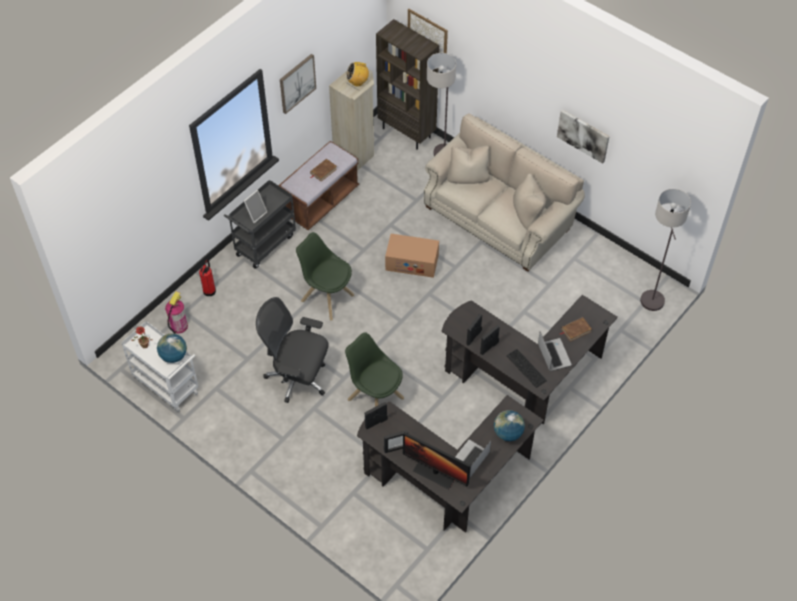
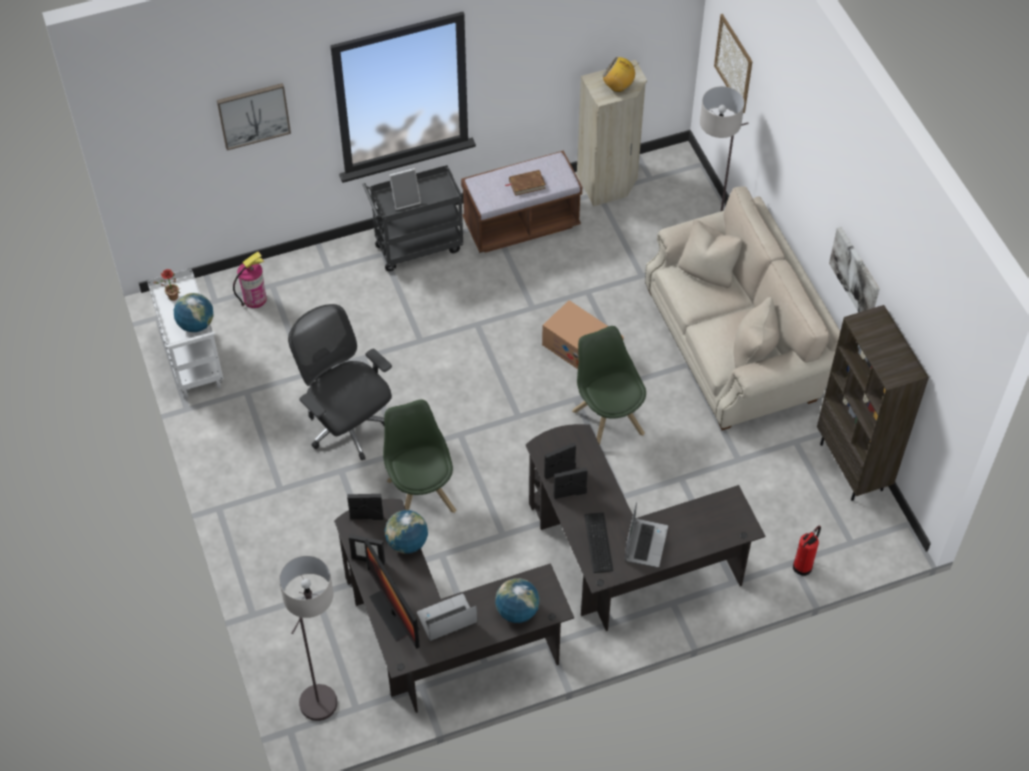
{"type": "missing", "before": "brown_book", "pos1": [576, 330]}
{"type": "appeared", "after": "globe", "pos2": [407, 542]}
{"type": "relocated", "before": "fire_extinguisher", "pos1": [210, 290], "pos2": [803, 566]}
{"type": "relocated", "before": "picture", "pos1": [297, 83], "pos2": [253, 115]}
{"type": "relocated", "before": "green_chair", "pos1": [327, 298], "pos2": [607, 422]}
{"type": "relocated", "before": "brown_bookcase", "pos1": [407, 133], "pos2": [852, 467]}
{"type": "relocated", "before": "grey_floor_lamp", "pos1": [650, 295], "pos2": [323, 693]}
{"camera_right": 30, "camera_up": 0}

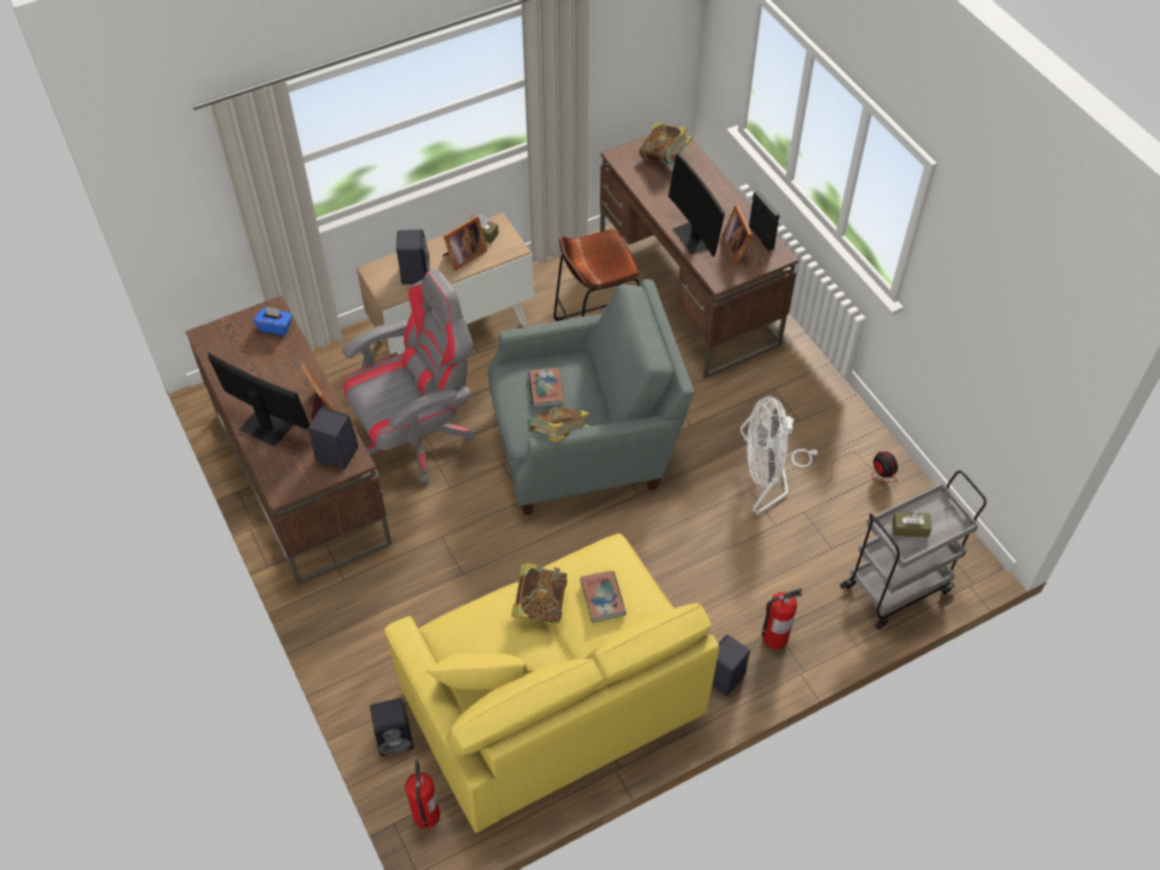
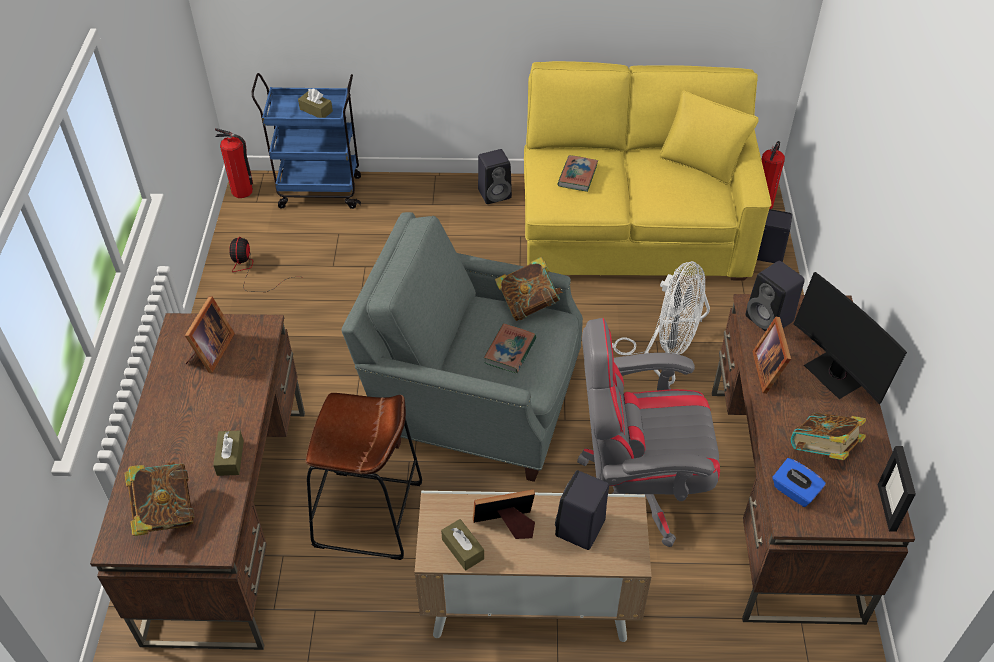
{"type": "missing", "before": "monitor", "pos1": [695, 237]}
{"type": "appeared", "after": "brown_tissue_box", "pos2": [230, 458]}
{"type": "relocated", "before": "book", "pos1": [540, 604], "pos2": [822, 451]}
{"type": "relocated", "before": "white_fan", "pos1": [769, 472], "pos2": [664, 348]}
{"type": "relocated", "before": "picture_frame", "pos1": [760, 237], "pos2": [888, 507]}
{"type": "relocated", "before": "fire_extinguisher", "pos1": [774, 638], "pos2": [242, 191]}
{"type": "colour", "before": "grey_cart", "after": "blue_cart", "pos1": [895, 589], "pos2": [321, 192]}
{"camera_right": -150, "camera_up": -5}

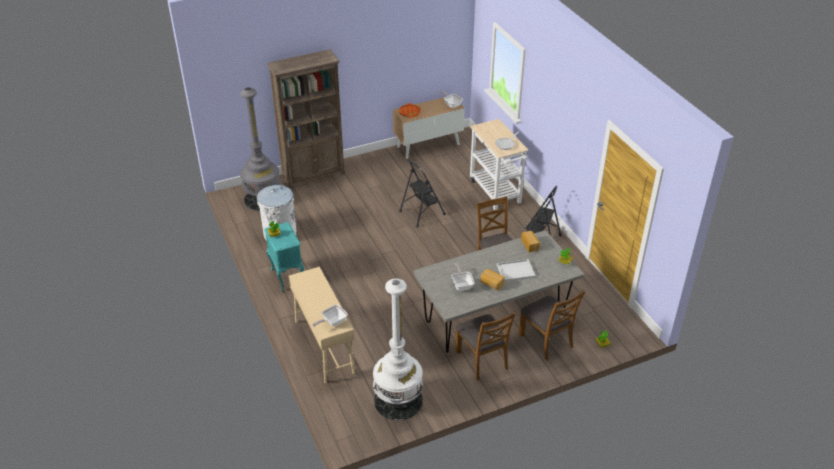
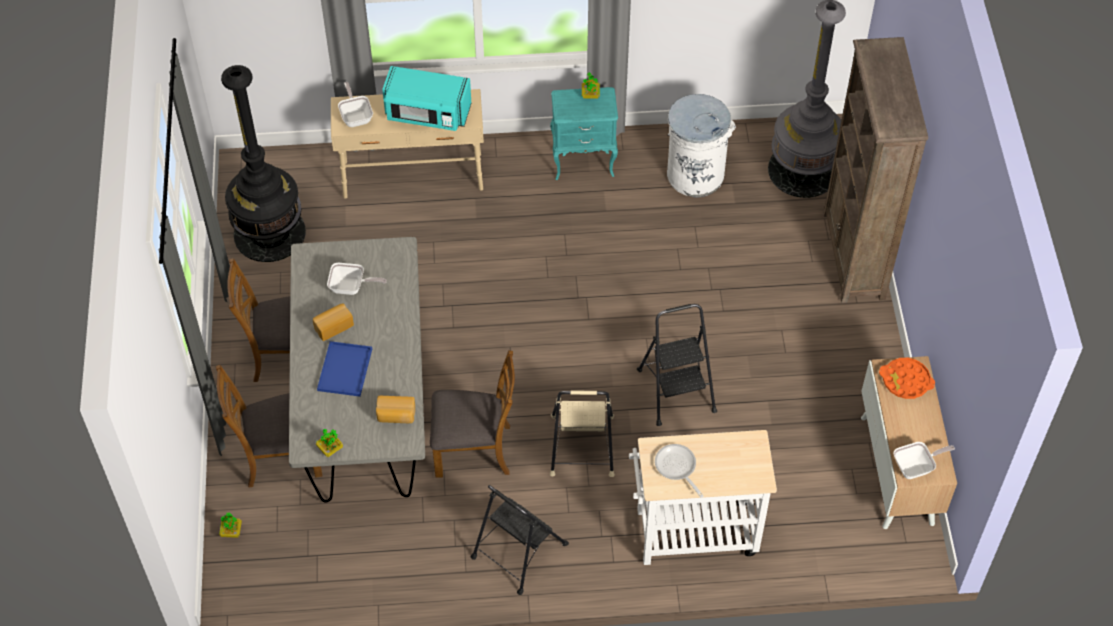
{"type": "appeared", "after": "turquoise_microwave", "pos2": [427, 114]}
{"type": "appeared", "after": "beige_step_ladder", "pos2": [581, 447]}
{"type": "colour", "before": "white_floor_lamp", "after": "black_floor_lamp", "pos1": [398, 400], "pos2": [269, 233]}
{"type": "colour", "before": "white_tray", "after": "blue_tray", "pos1": [515, 271], "pos2": [344, 368]}
{"camera_right": 110, "camera_up": 15}

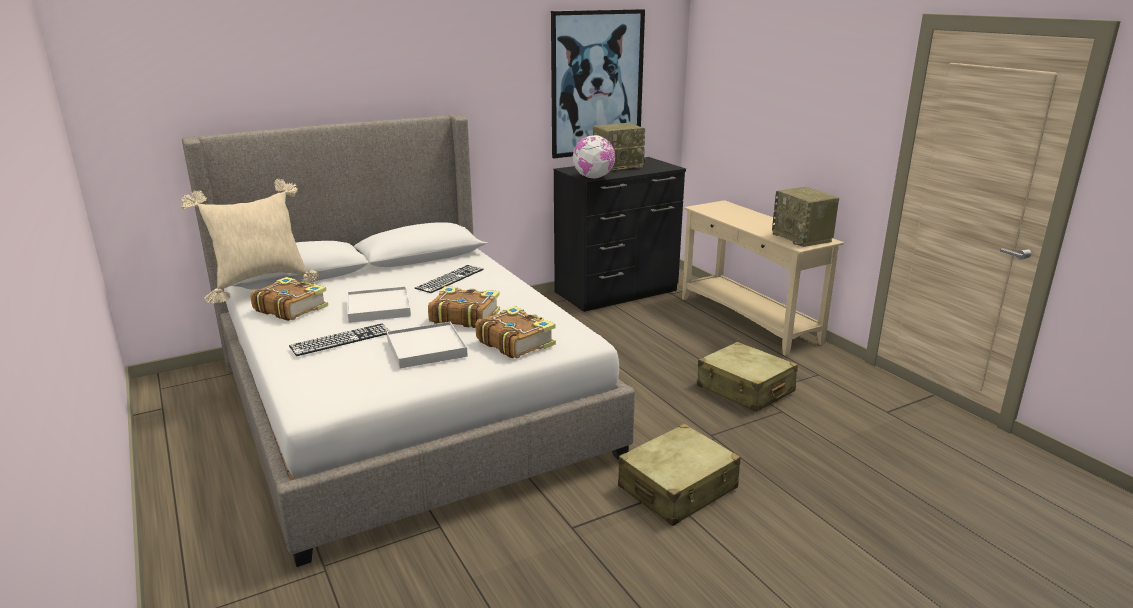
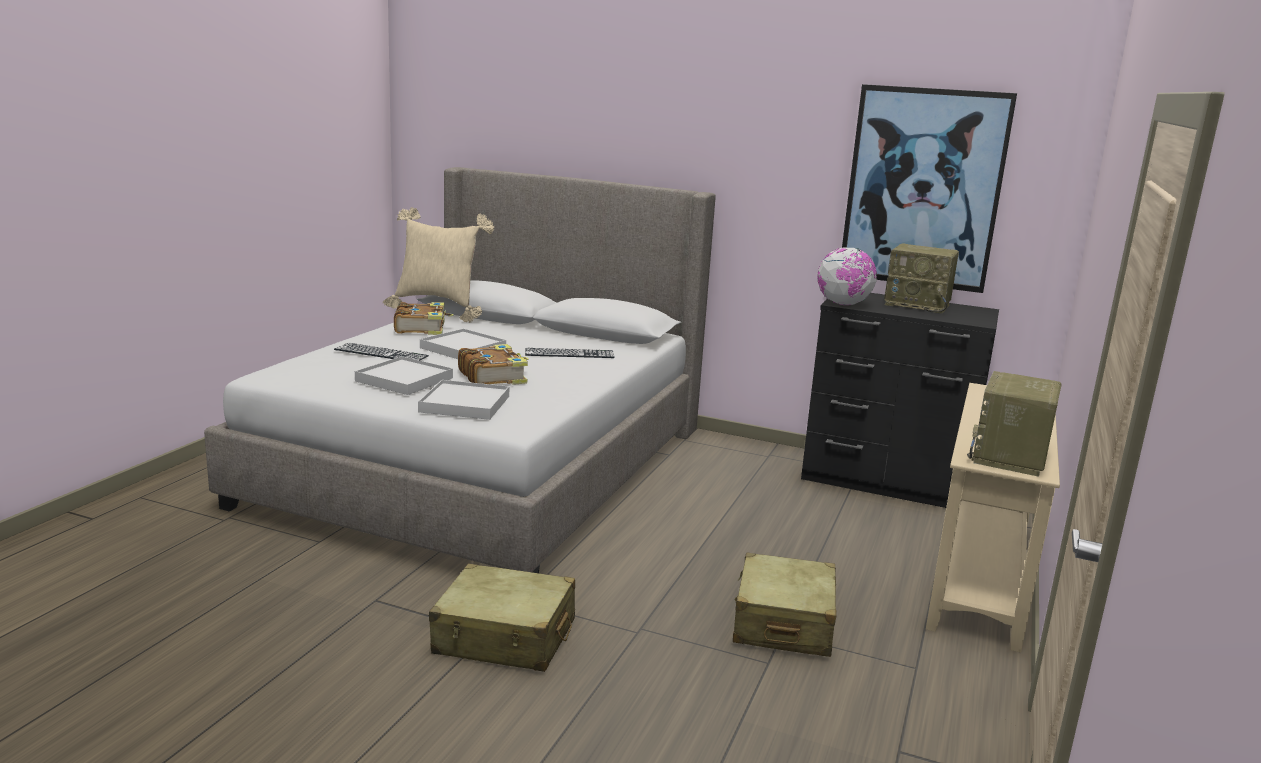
{"type": "exchanged", "before": "book", "after": "white_tray", "pos1": [515, 342], "pos2": [464, 404]}
{"camera_right": 50, "camera_up": -5}

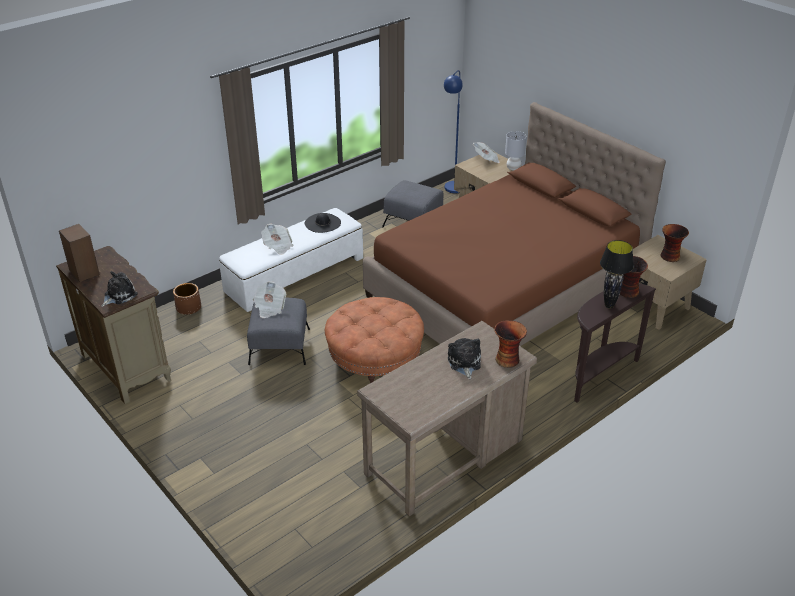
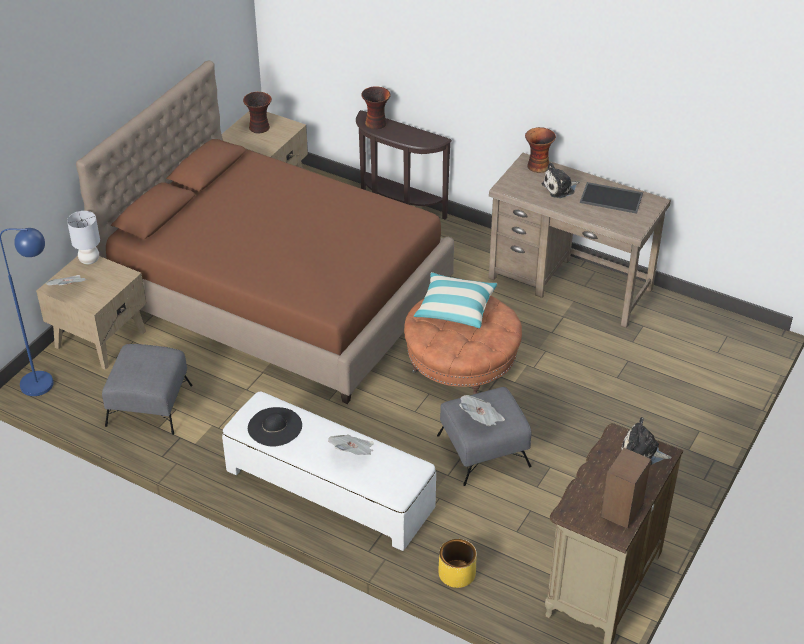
{"type": "missing", "before": "black_table_lamp", "pos1": [609, 306]}
{"type": "appeared", "after": "pillow", "pos2": [455, 308]}
{"type": "appeared", "after": "tray", "pos2": [612, 198]}
{"type": "colour", "before": "brown_planter", "after": "yellow_planter", "pos1": [188, 307], "pos2": [456, 574]}
{"camera_right": -110, "camera_up": 5}

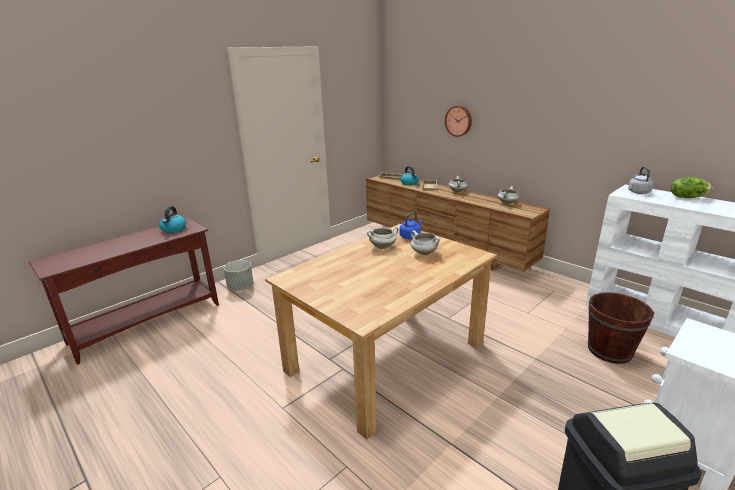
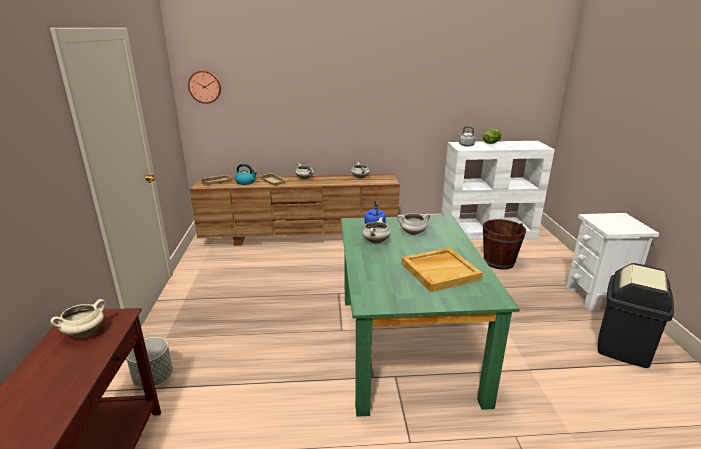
{"type": "appeared", "after": "beige_tray", "pos2": [440, 271]}
{"type": "relocated", "before": "wall_clock", "pos1": [459, 121], "pos2": [205, 86]}
{"type": "exchanged", "before": "kettle", "after": "beige_cooking_pot", "pos1": [174, 229], "pos2": [85, 332]}
{"type": "colour", "before": "brown_dining_table", "after": "green_dining_table", "pos1": [386, 358], "pos2": [408, 346]}
{"camera_right": -50, "camera_up": 0}

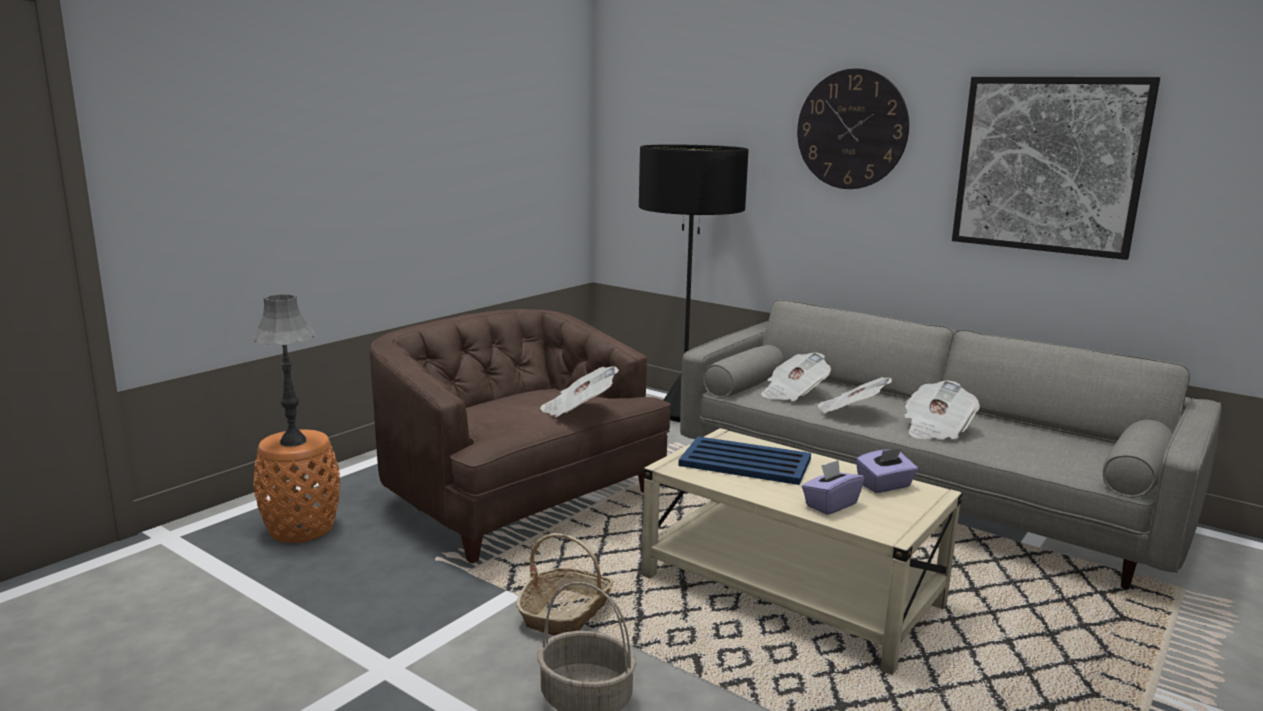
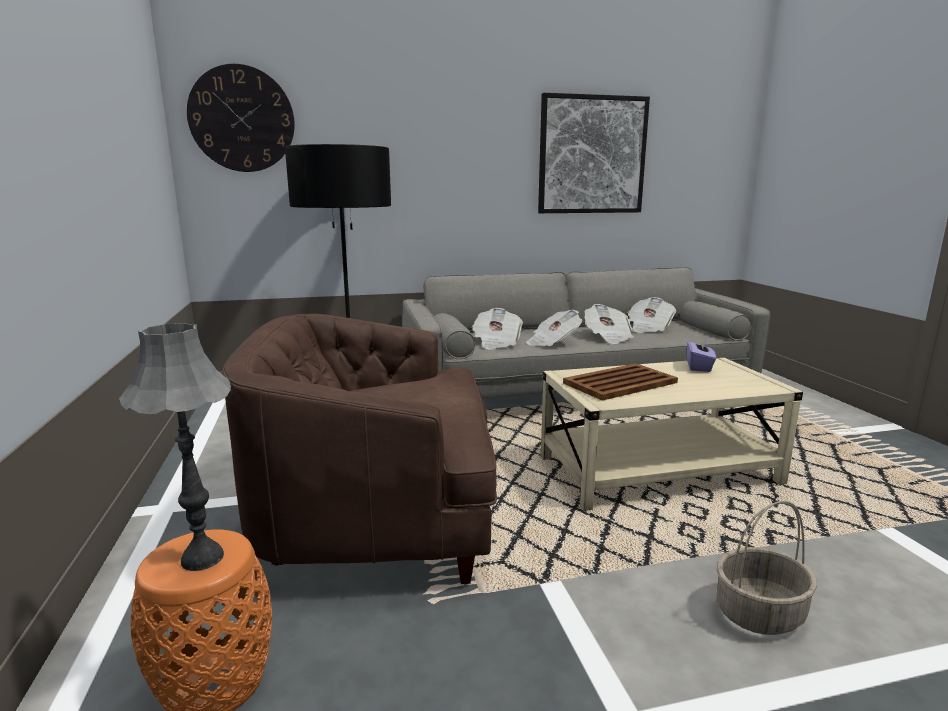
{"type": "missing", "before": "basket", "pos1": [566, 613]}
{"type": "missing", "before": "purple_tissue_box", "pos1": [830, 505]}
{"type": "relocated", "before": "newspaper", "pos1": [578, 411], "pos2": [648, 328]}
{"type": "relocated", "before": "wall_clock", "pos1": [851, 129], "pos2": [242, 119]}
{"type": "colour", "before": "blue_tray", "after": "brown_tray", "pos1": [746, 462], "pos2": [621, 383]}
{"camera_right": -50, "camera_up": 0}

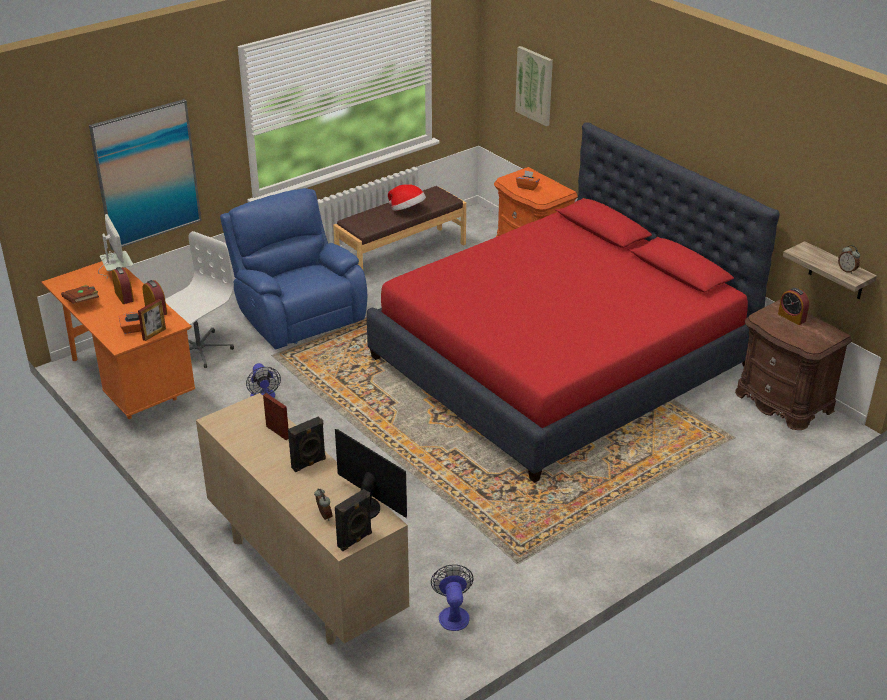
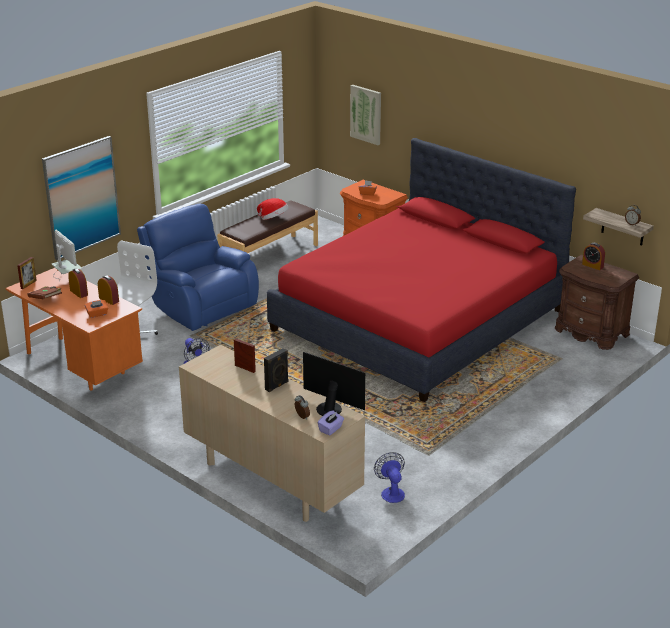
{"type": "relocated", "before": "picture_frame", "pos1": [154, 334], "pos2": [28, 284]}
{"type": "exchanged", "before": "black_speaker", "after": "purple_tissue_box", "pos1": [355, 540], "pos2": [331, 429]}
{"camera_right": -10, "camera_up": -5}

